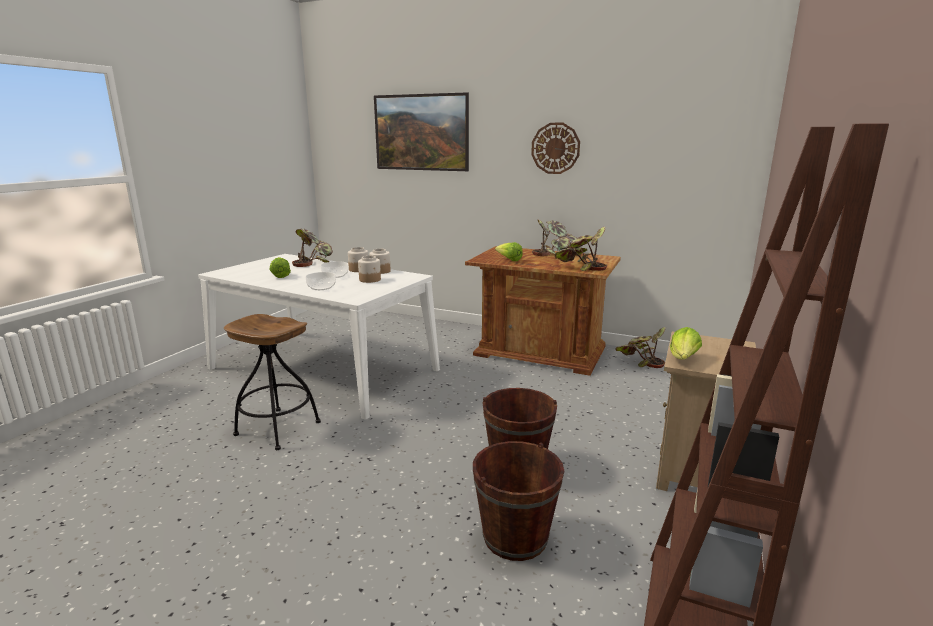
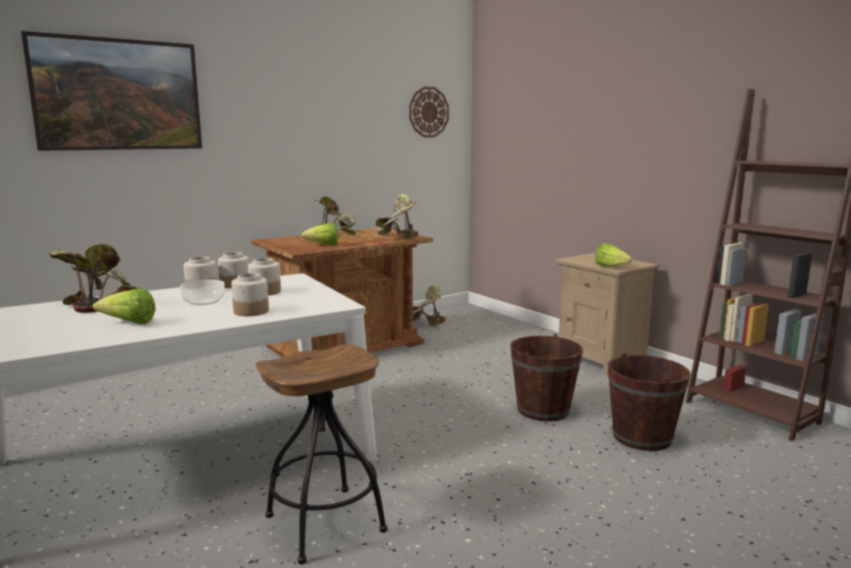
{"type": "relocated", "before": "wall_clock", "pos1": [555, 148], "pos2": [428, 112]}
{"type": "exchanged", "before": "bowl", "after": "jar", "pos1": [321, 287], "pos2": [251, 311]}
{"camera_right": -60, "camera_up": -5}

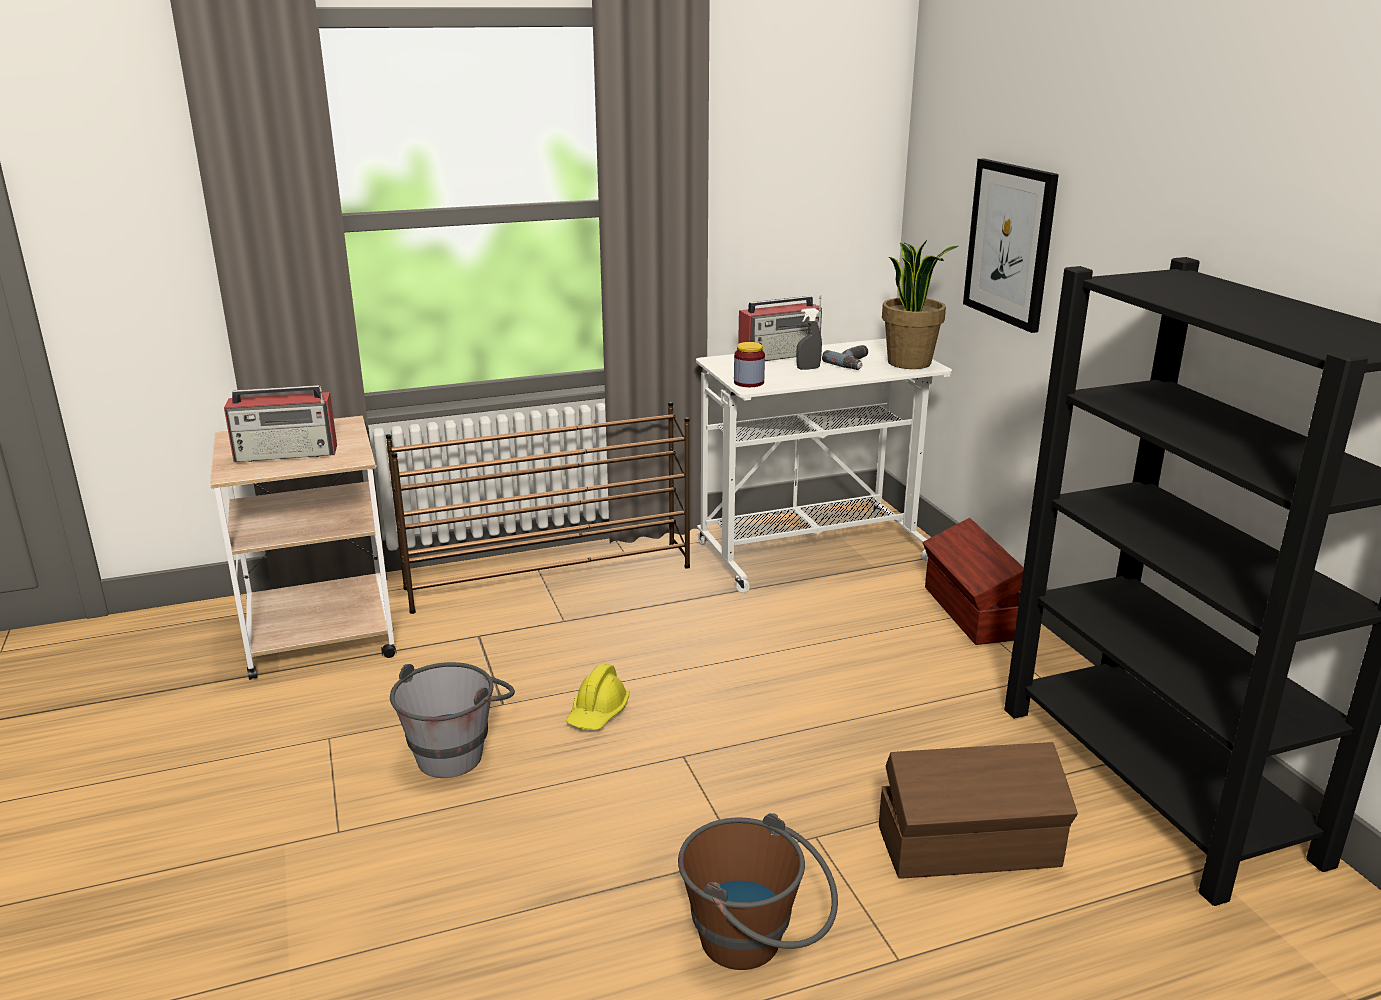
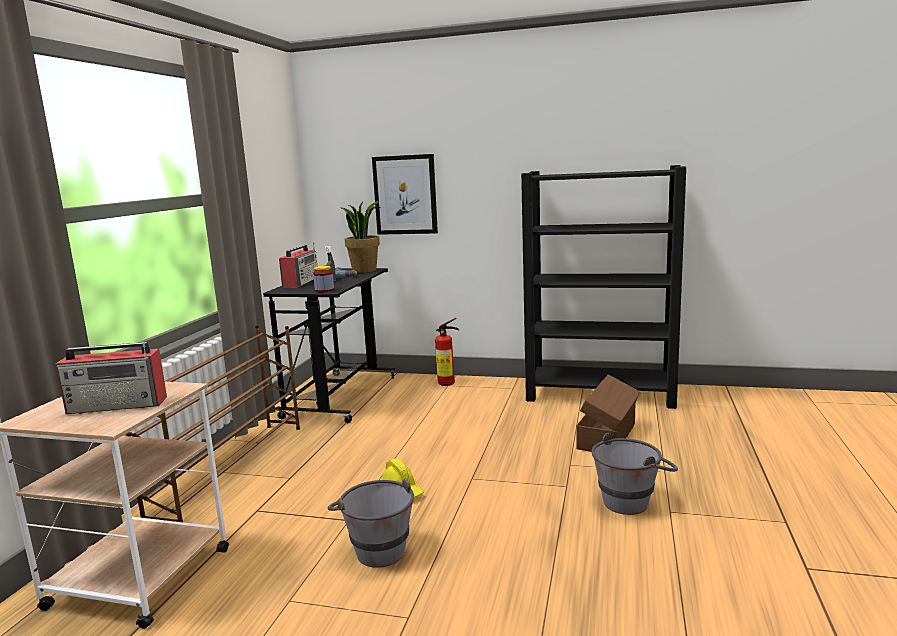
{"type": "exchanged", "before": "brown_storage_box", "after": "fire_extinguisher", "pos1": [973, 613], "pos2": [449, 384]}
{"type": "colour", "before": "brown_bucket", "after": "grey_bucket", "pos1": [756, 945], "pos2": [632, 500]}
{"type": "colour", "before": "white_desk", "after": "black_desk", "pos1": [812, 551], "pos2": [341, 397]}
{"type": "spun", "before": "radio", "pos1": [287, 453], "pos2": [118, 405], "turn": 60}
{"camera_right": -55, "camera_up": -10}

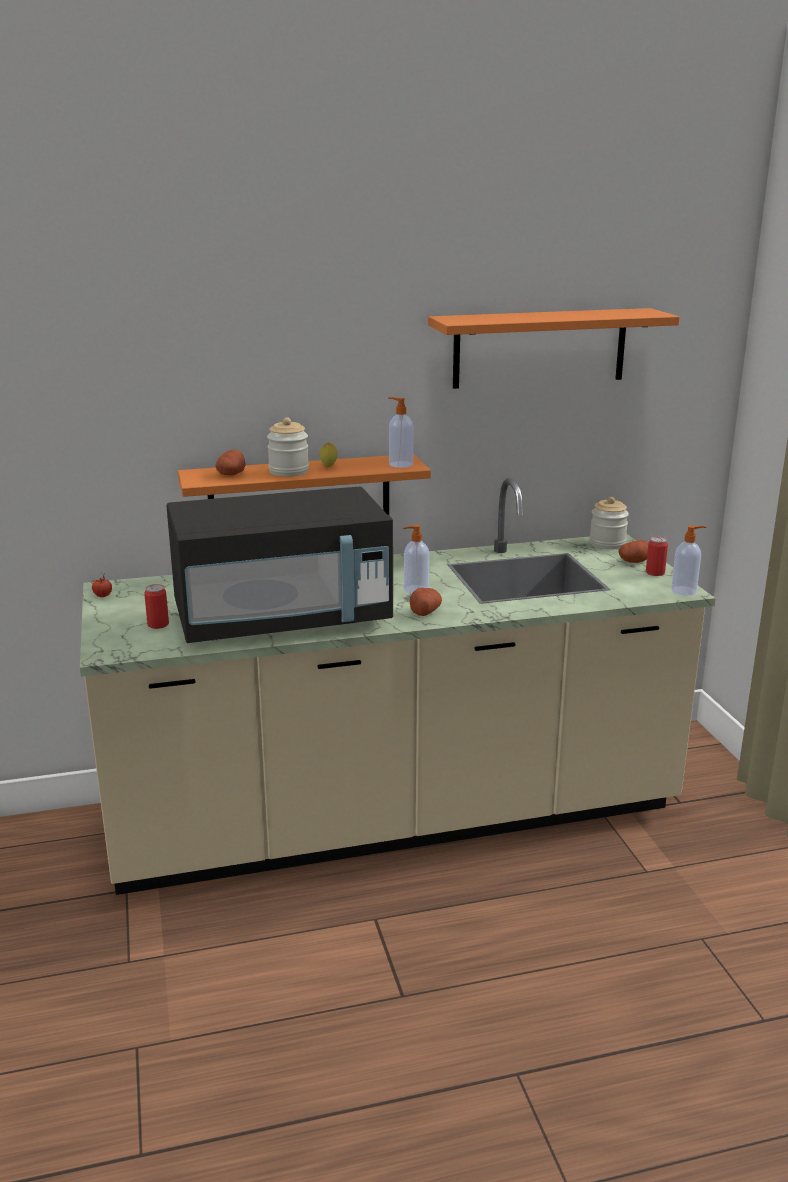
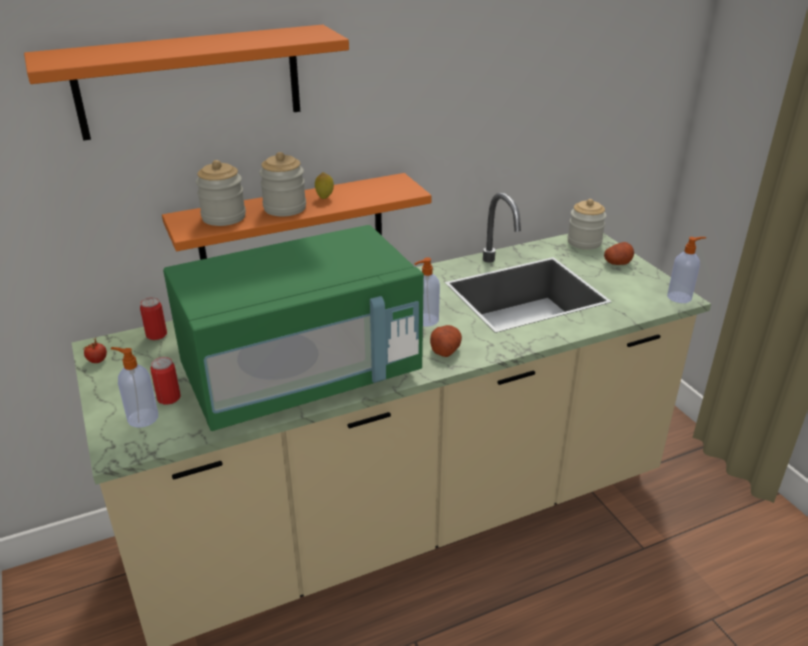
{"type": "relocated", "before": "soap_dispenser", "pos1": [400, 464], "pos2": [142, 418]}
{"type": "relocated", "before": "orange_shelf", "pos1": [540, 348], "pos2": [190, 82]}
{"type": "relocated", "before": "can", "pos1": [655, 573], "pos2": [156, 335]}
{"type": "exchanged", "before": "potato", "after": "jar", "pos1": [231, 474], "pos2": [224, 217]}
{"type": "colour", "before": "black_microwave", "after": "green_microwave", "pos1": [283, 620], "pos2": [303, 377]}
{"camera_right": -10, "camera_up": 10}

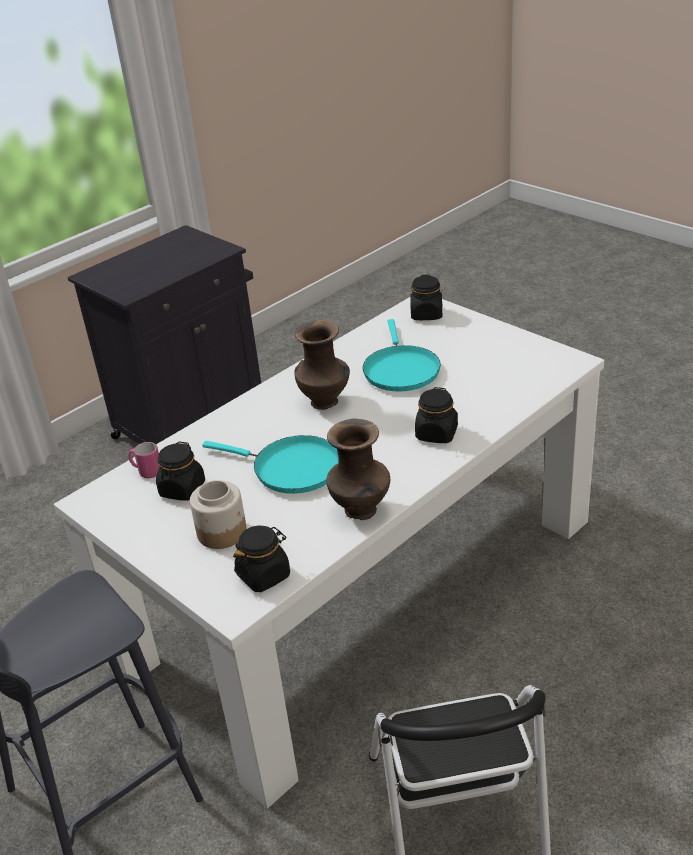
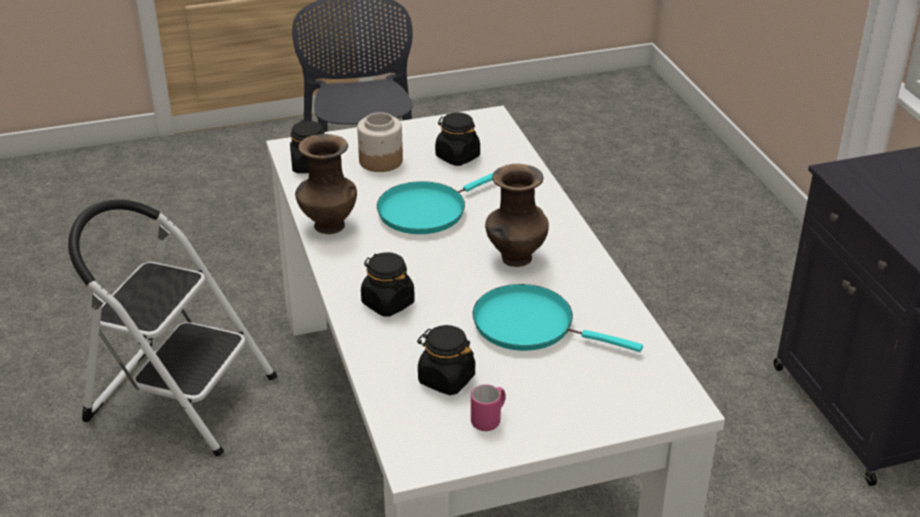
{"type": "relocated", "before": "pink_mug", "pos1": [147, 471], "pos2": [489, 419]}
{"type": "relocated", "before": "black_jar", "pos1": [426, 314], "pos2": [446, 379]}
{"camera_right": 115, "camera_up": 0}

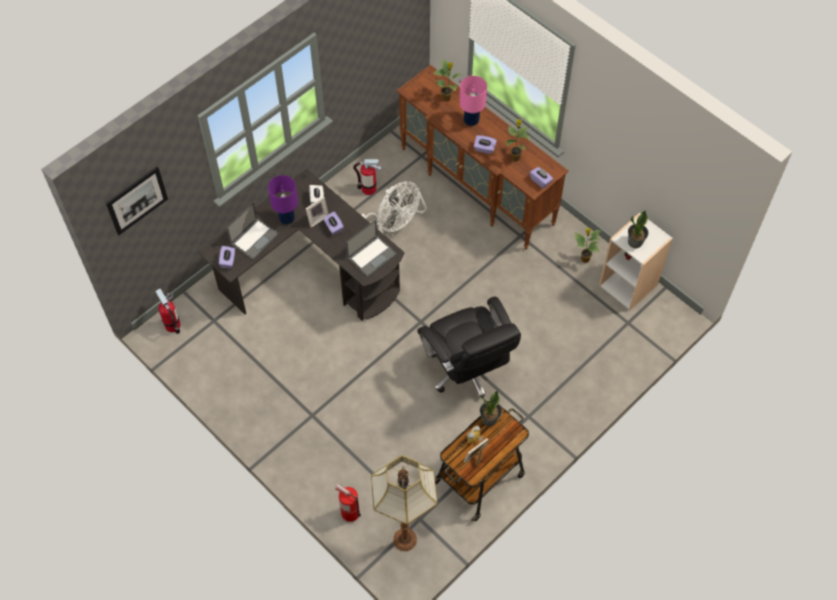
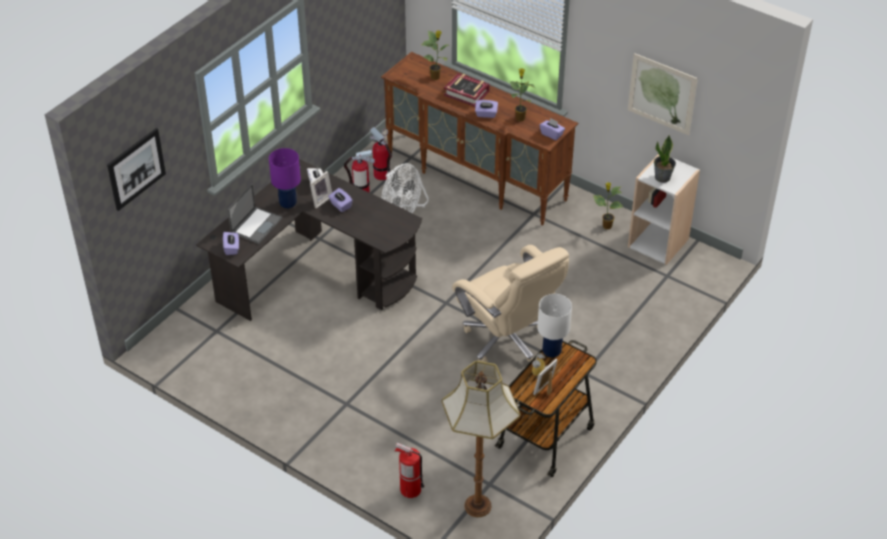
{"type": "missing", "before": "laptop", "pos1": [372, 255]}
{"type": "appeared", "after": "picture", "pos2": [662, 94]}
{"type": "relocated", "before": "fire_extinguisher", "pos1": [172, 325], "pos2": [382, 175]}
{"type": "exchanged", "before": "pink_table_lamp", "after": "book", "pos1": [471, 121], "pos2": [466, 93]}
{"type": "exchanged", "before": "potted_plant", "after": "white_table_lamp", "pos1": [490, 419], "pos2": [551, 352]}
{"type": "colour", "before": "black_office_chair", "after": "beige_office_chair", "pos1": [467, 372], "pos2": [508, 341]}
{"camera_right": -10, "camera_up": -15}

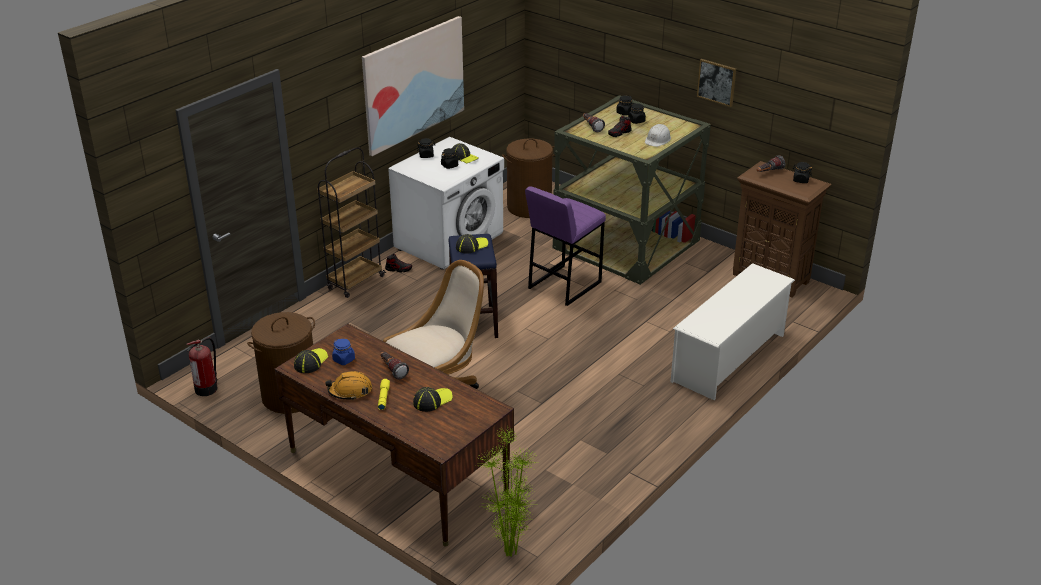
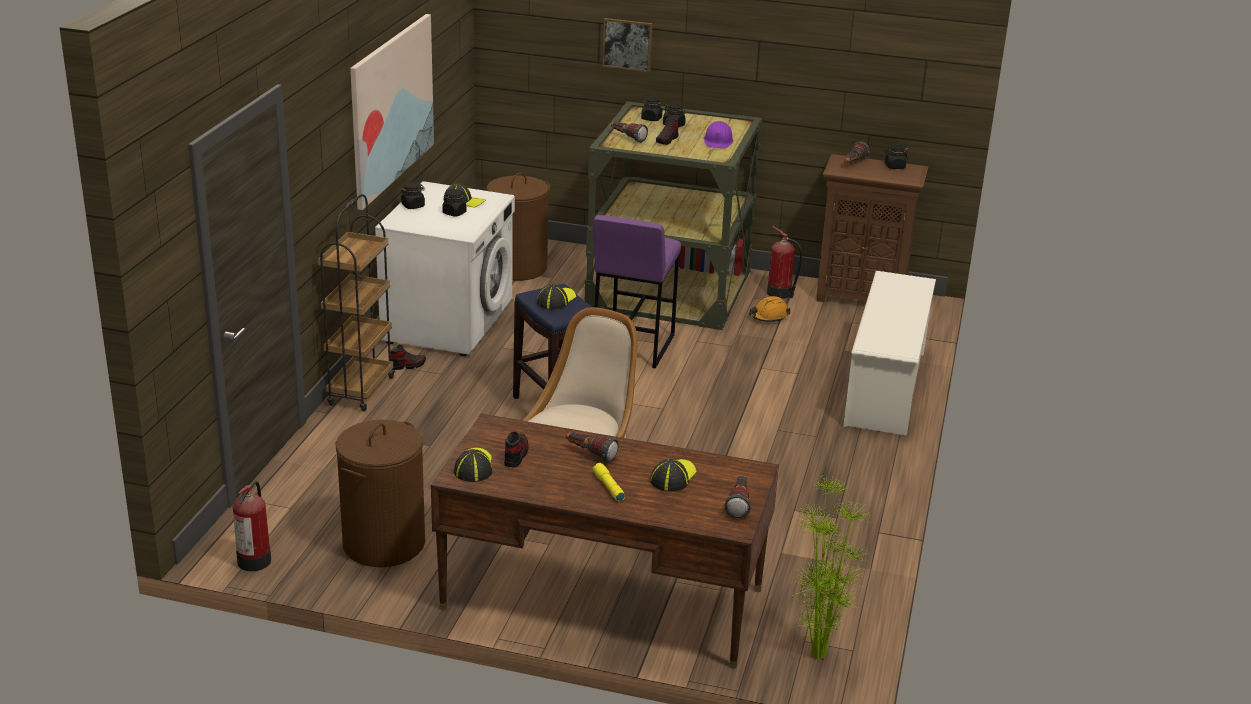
{"type": "appeared", "after": "flashlight", "pos2": [739, 504]}
{"type": "appeared", "after": "fire_extinguisher", "pos2": [780, 293]}
{"type": "relocated", "before": "orange_hard_hat", "pos1": [350, 391], "pos2": [768, 316]}
{"type": "relocated", "before": "picture", "pos1": [716, 82], "pos2": [627, 44]}
{"type": "exchanged", "before": "blue_jar", "after": "shoe", "pos1": [344, 360], "pos2": [516, 455]}
{"type": "colour", "before": "white_hard_hat", "after": "purple_hard_hat", "pos1": [658, 140], "pos2": [718, 141]}
{"camera_right": -25, "camera_up": -5}

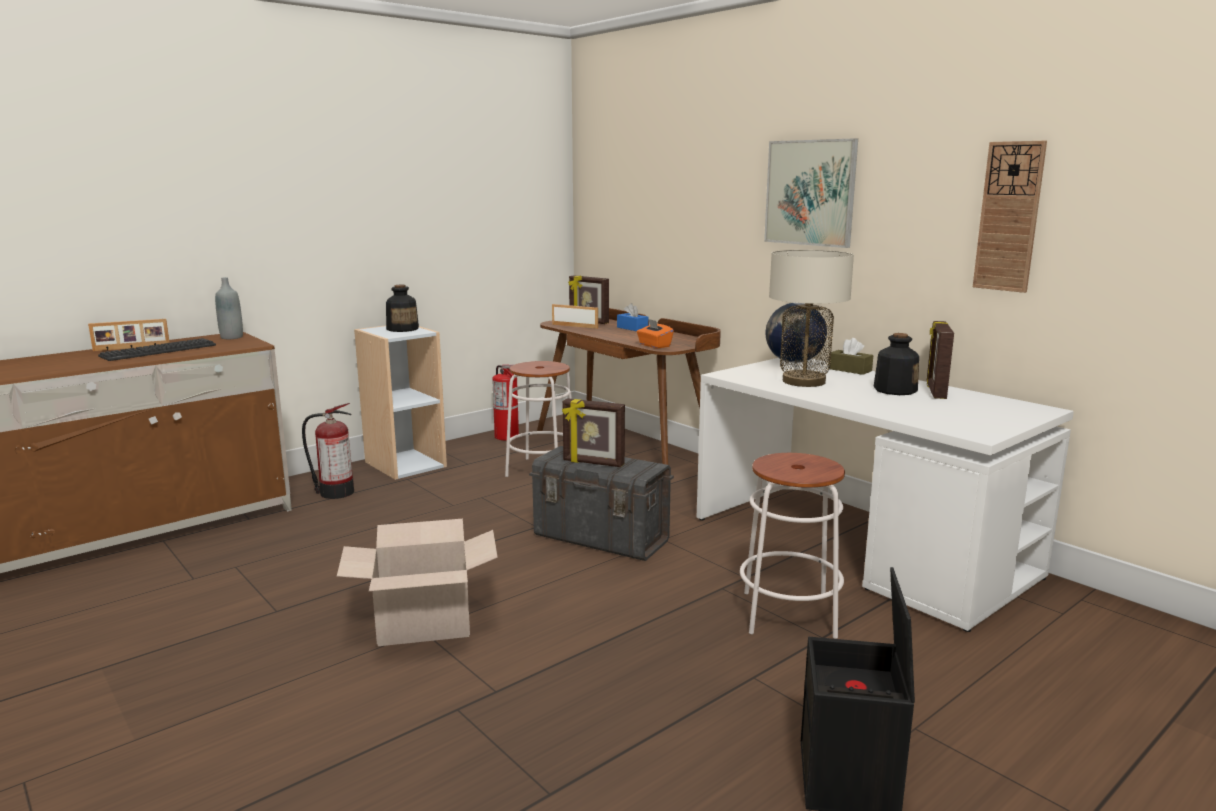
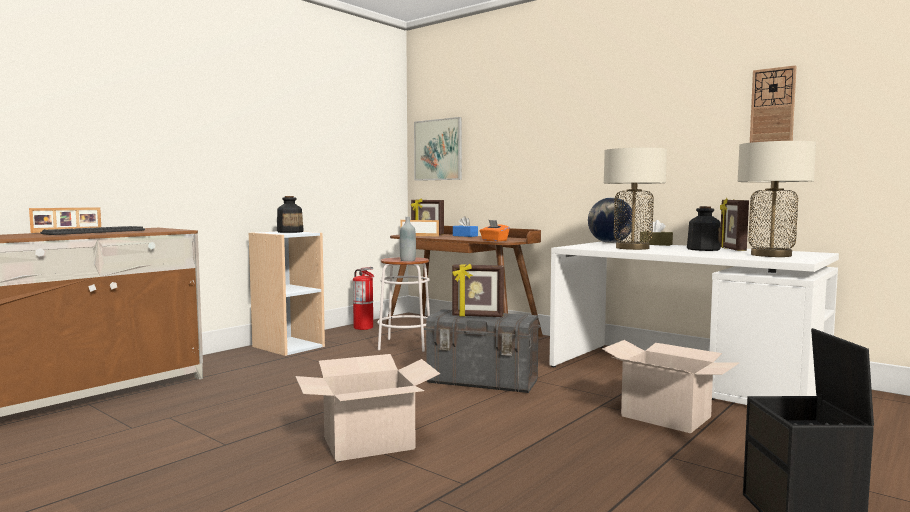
{"type": "missing", "before": "fire_extinguisher", "pos1": [335, 492]}
{"type": "appeared", "after": "table_lamp", "pos2": [771, 255]}
{"type": "relocated", "before": "grey_bottle", "pos1": [231, 337], "pos2": [407, 260]}
{"type": "relocated", "before": "picture", "pos1": [810, 193], "pos2": [438, 150]}
{"type": "exchanged", "before": "white_stool", "after": "cardboard_box", "pos1": [788, 614], "pos2": [665, 417]}
{"camera_right": -10, "camera_up": -10}

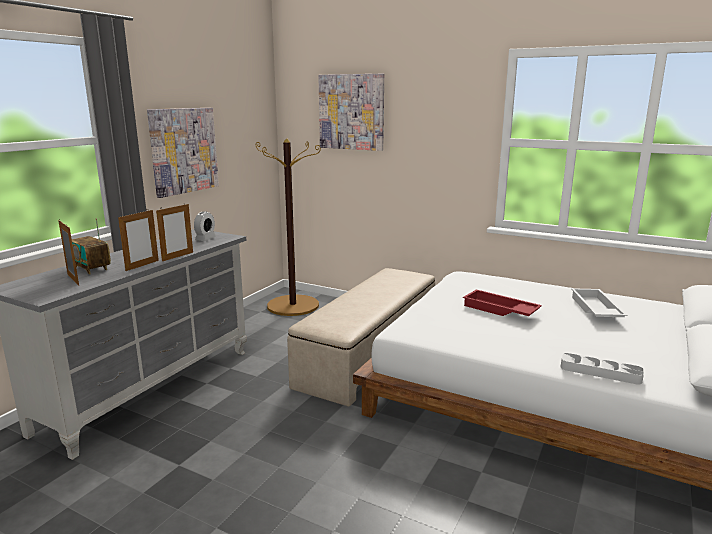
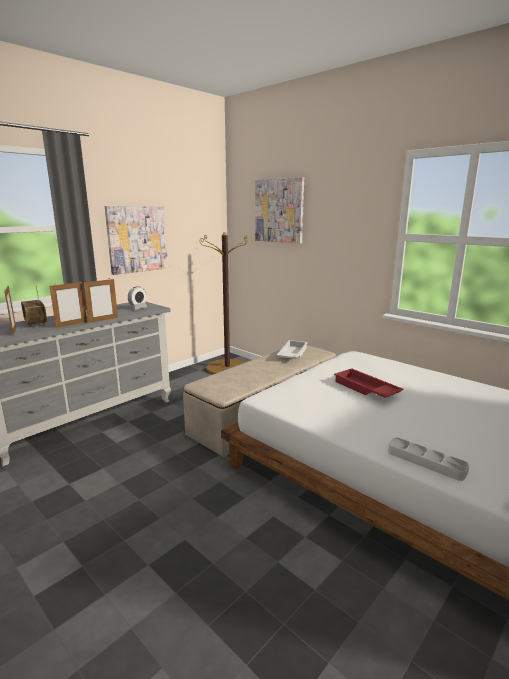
{"type": "relocated", "before": "white_tray", "pos1": [594, 309], "pos2": [292, 354]}
{"camera_right": 15, "camera_up": 0}

